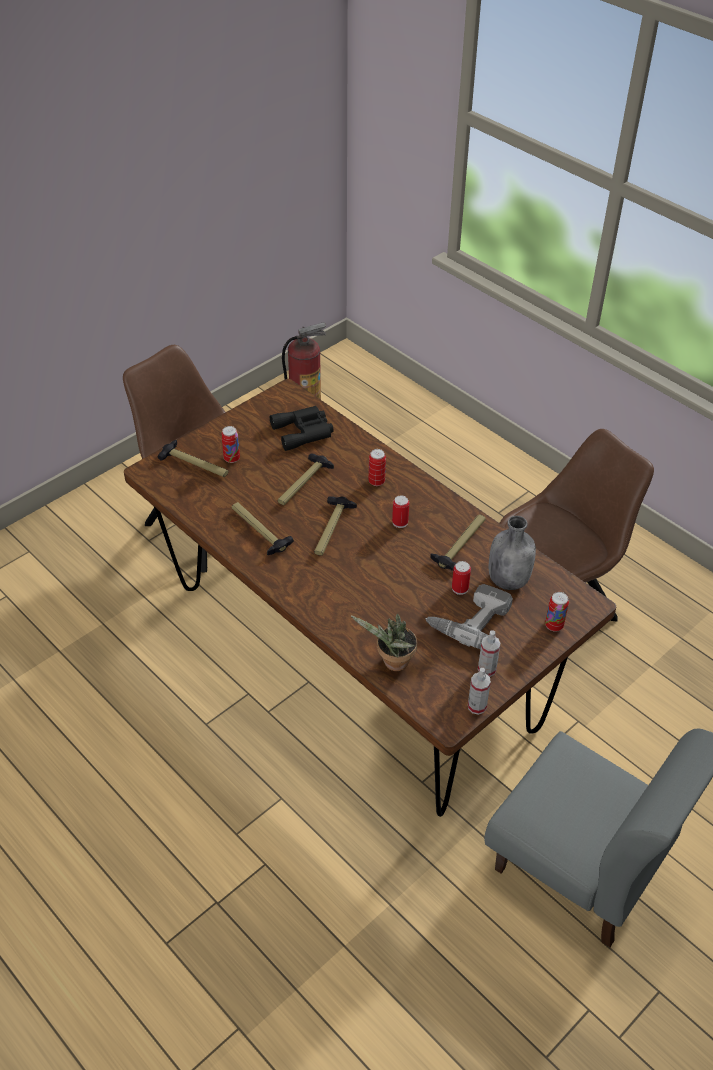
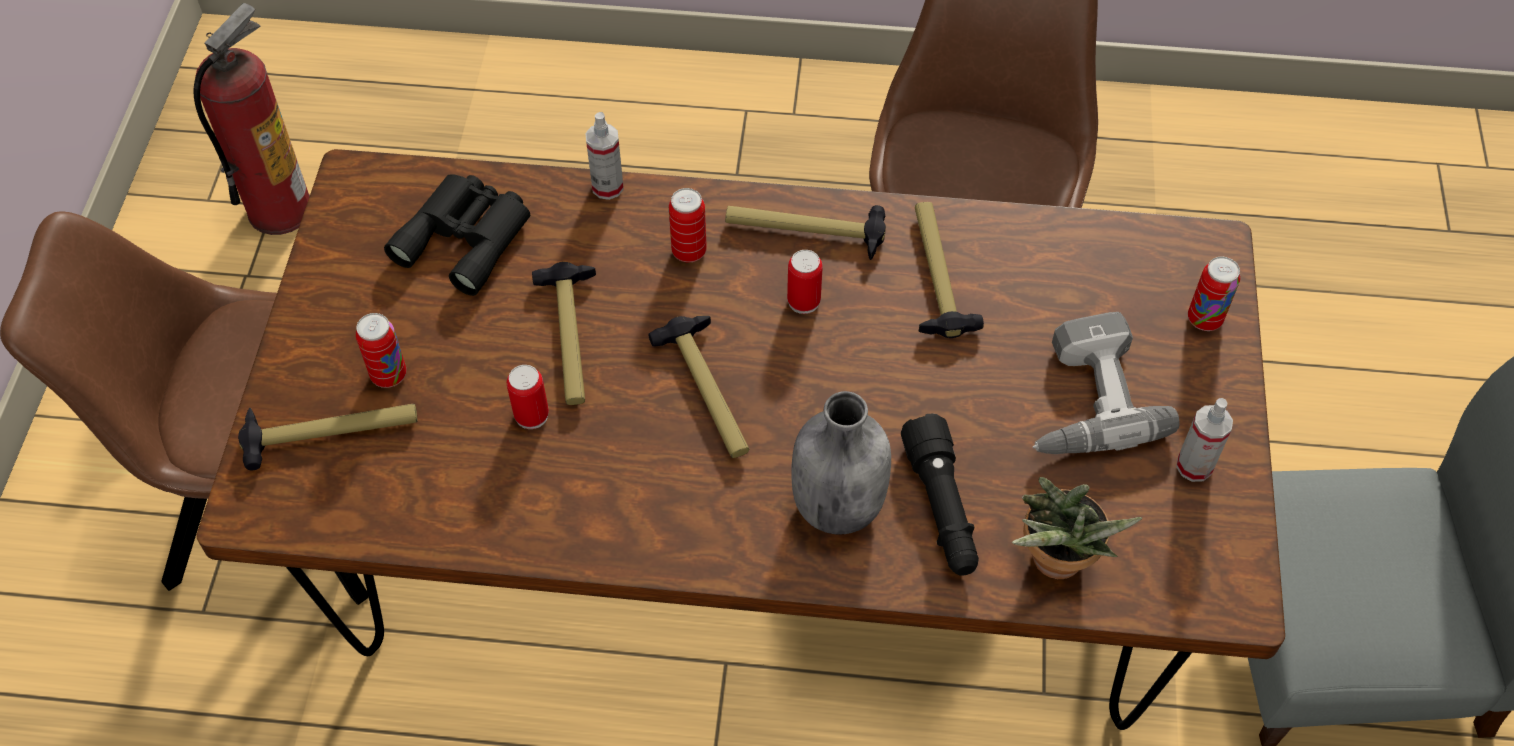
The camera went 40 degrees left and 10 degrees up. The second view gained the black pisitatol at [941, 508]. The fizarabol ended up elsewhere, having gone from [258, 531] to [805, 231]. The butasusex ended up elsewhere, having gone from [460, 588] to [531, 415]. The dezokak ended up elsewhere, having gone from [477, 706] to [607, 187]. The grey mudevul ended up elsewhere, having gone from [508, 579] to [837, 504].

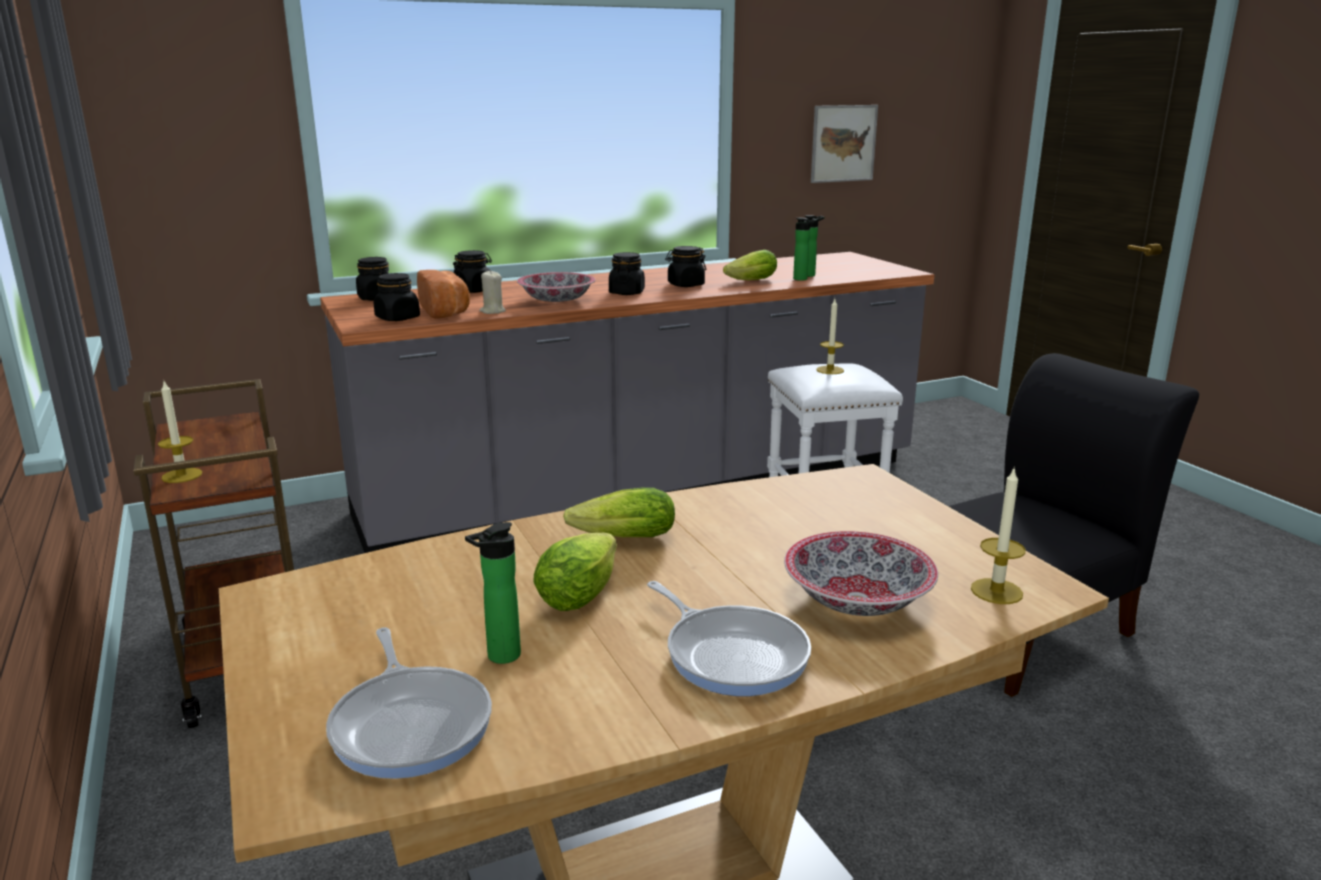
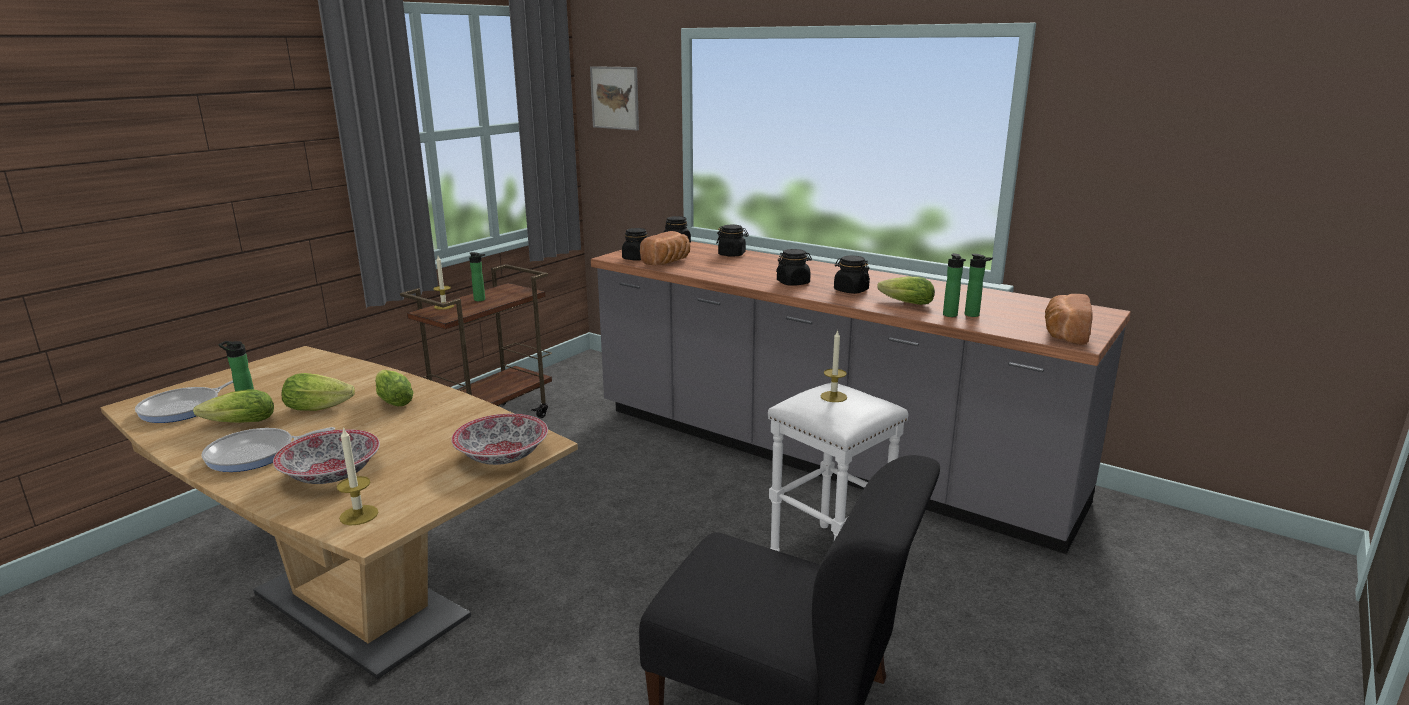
The camera went 60 degrees right and 0 degrees up. The second view lost the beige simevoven at [492, 311]. The second view gained the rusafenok at [237, 424]. The second view gained the mudevul at [481, 300]. The second view gained the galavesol at [1064, 334]. The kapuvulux ended up elsewhere, having gone from [557, 300] to [502, 456]. The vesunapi ended up elsewhere, having gone from [843, 143] to [615, 98]. The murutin at [732, 654] ended up facing another way, 45 degrees clockwise from before.

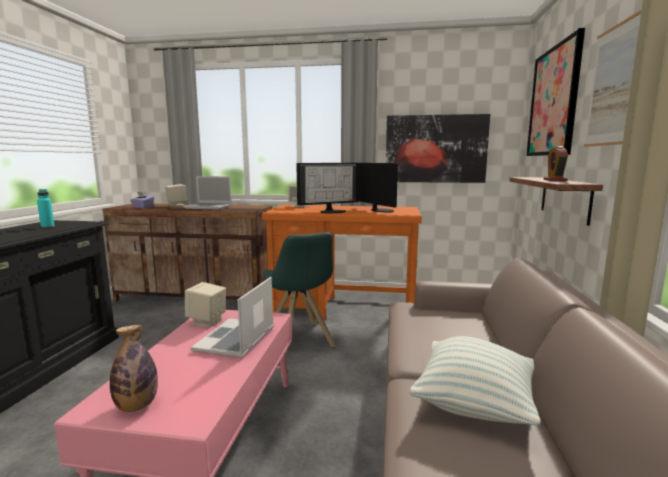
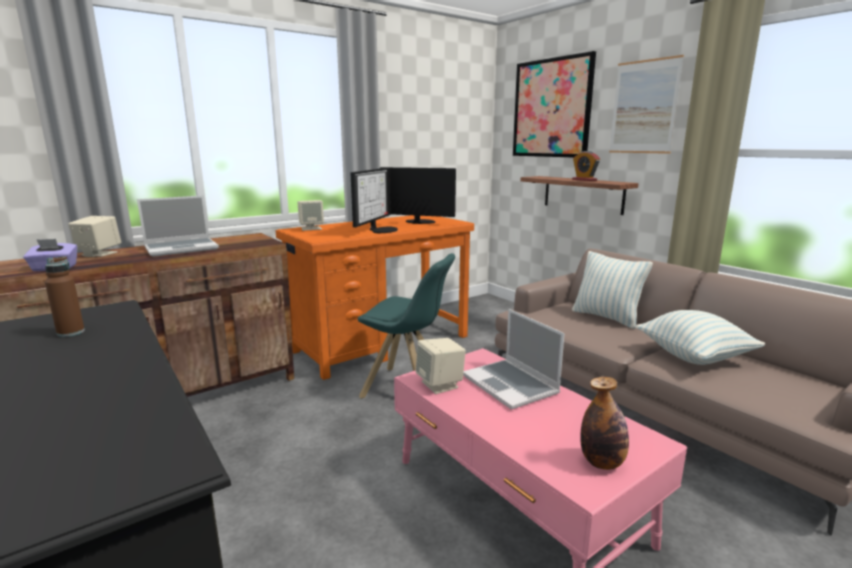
The camera went 45 degrees left and 5 degrees up. The second view lost the vesunapi at [435, 149]. The second view gained the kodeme at [606, 317]. What was the turquoise mudevul at [47, 226] turned into the brown mudevul at [71, 332].

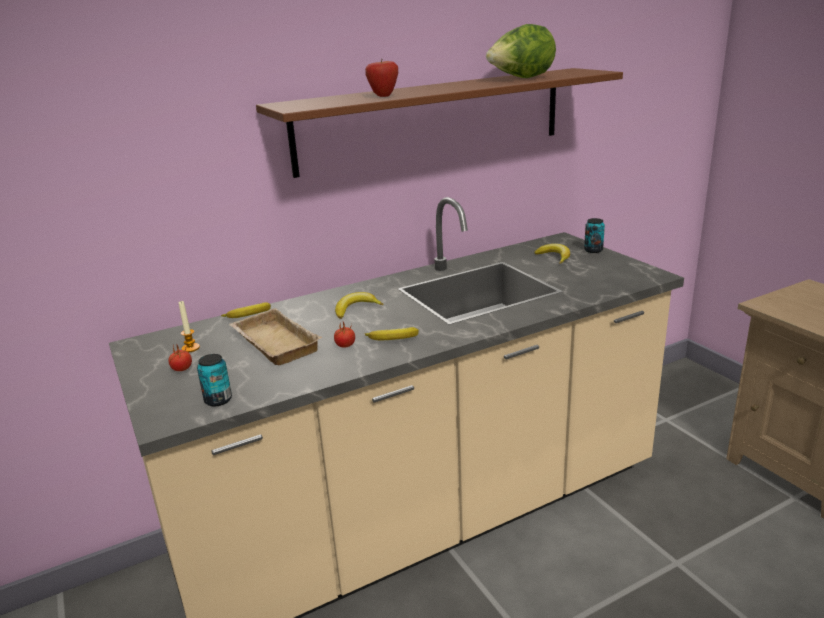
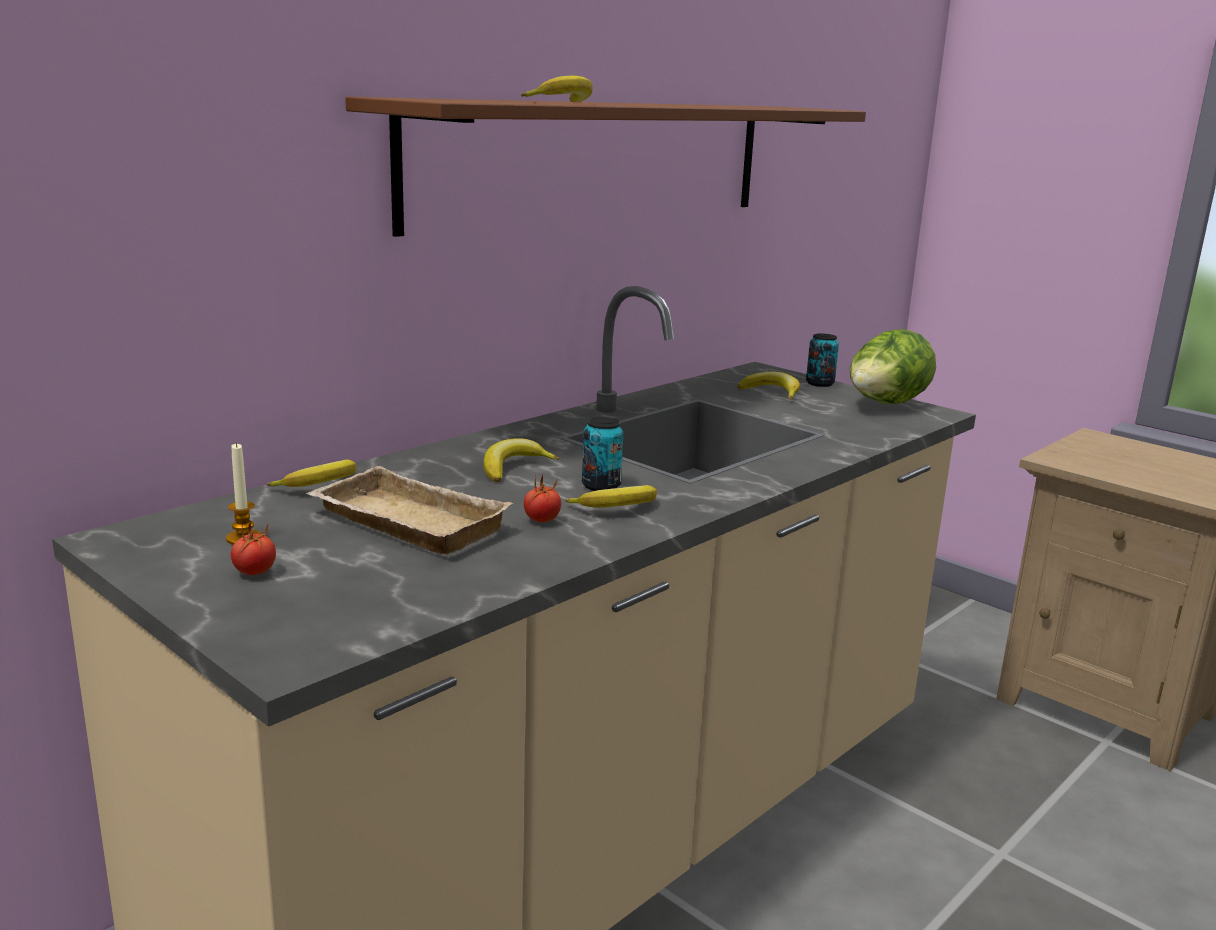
The camera went 20 degrees left and 5 degrees down. The butasusex ended up elsewhere, having gone from [218, 400] to [601, 486]. The rusafenok ended up elsewhere, having gone from [520, 79] to [885, 405]. Where the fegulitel stood at [383, 96], the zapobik came to stand at [565, 102].

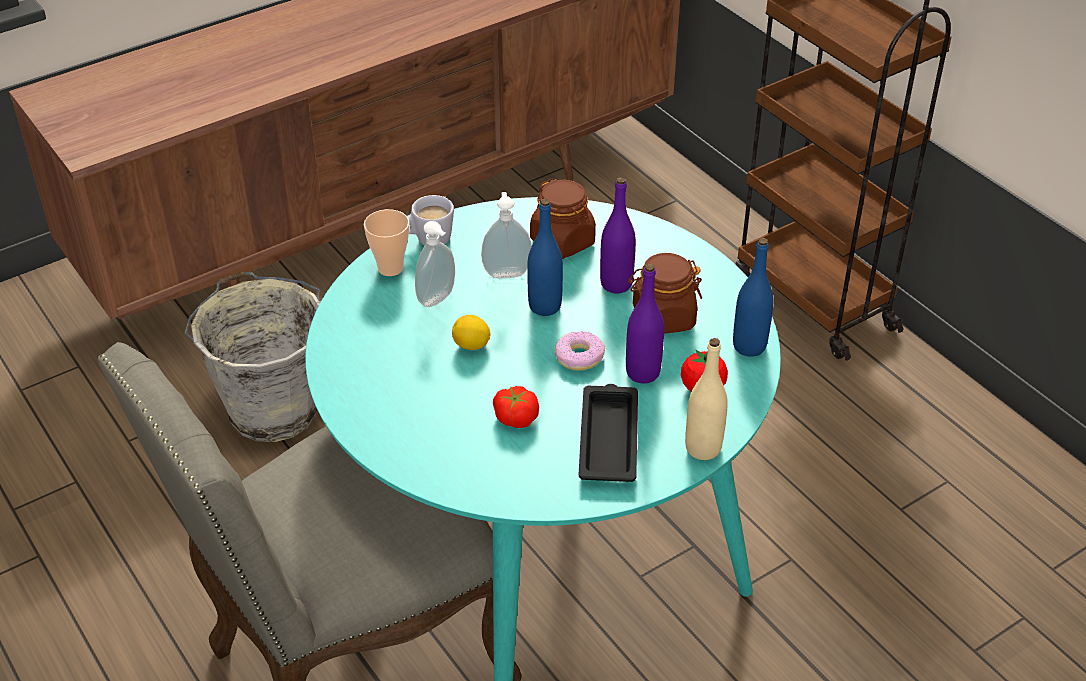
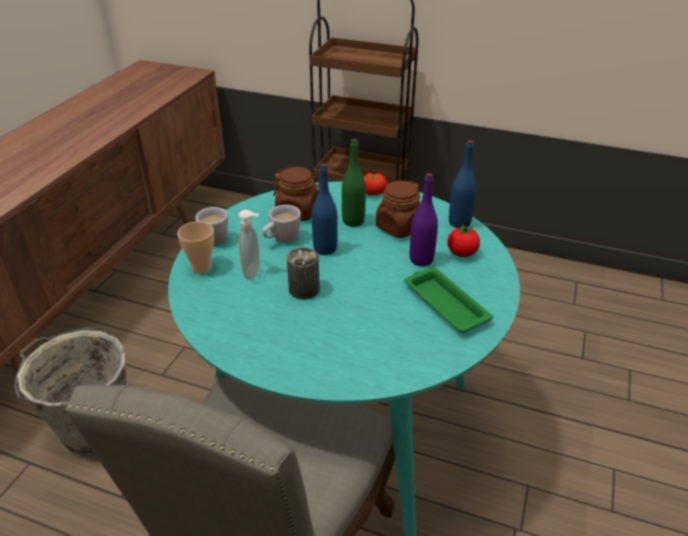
The camera went 35 degrees left and 5 degrees down. The second view lost the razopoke at [579, 357]. The second view lost the beige mudevul at [703, 448]. The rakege ended up elsewhere, having gone from [516, 417] to [372, 191]. Where the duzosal stood at [471, 346], the butasusex came to stand at [304, 289]. Where the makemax stood at [506, 272], the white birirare came to stand at [281, 240]. What was the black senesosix at [608, 438] turned into the green senesosix at [444, 303]. What was the purple mudevul at [616, 284] turned into the green mudevul at [353, 221].

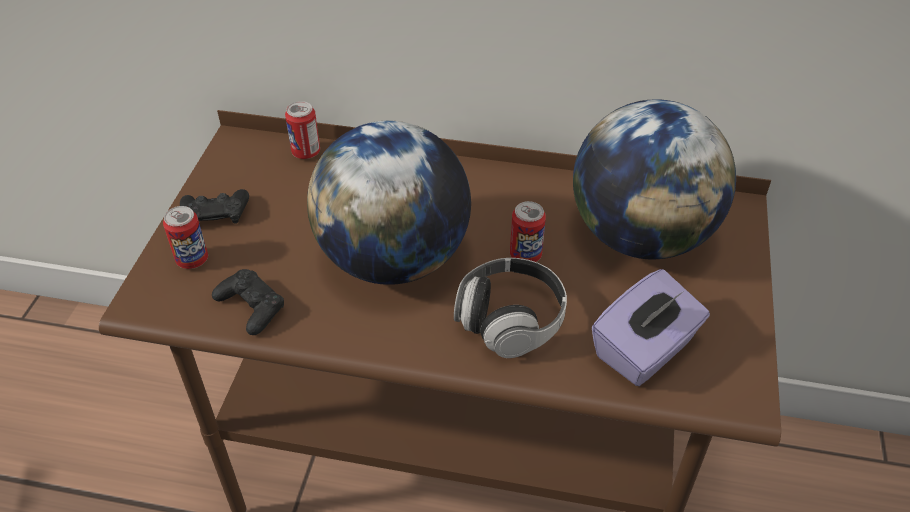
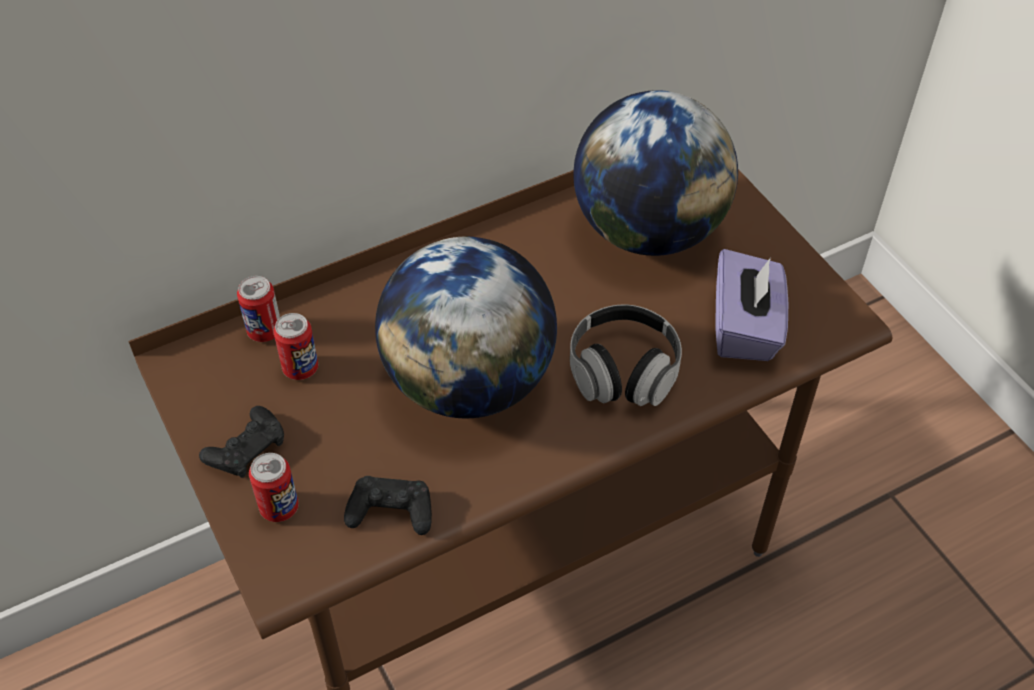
The camera went 40 degrees left and 5 degrees up. The butasusex ended up elsewhere, having gone from [525, 255] to [300, 368].

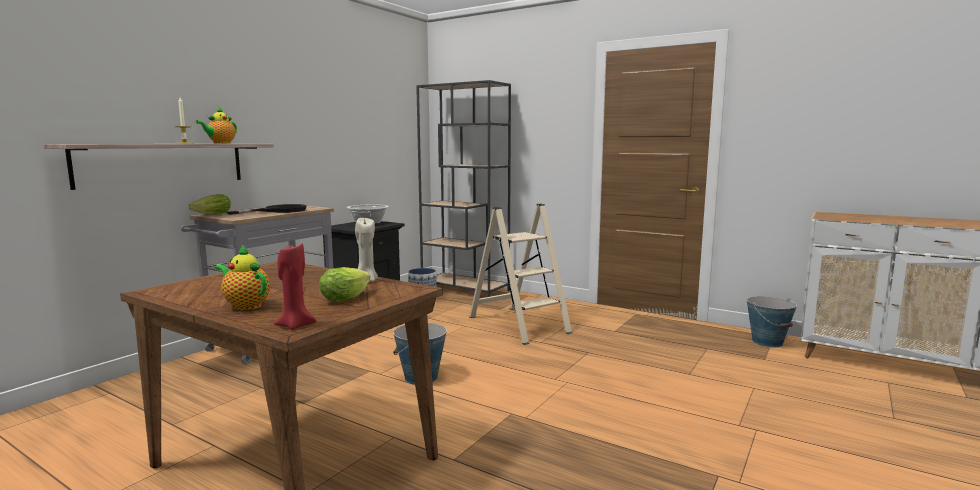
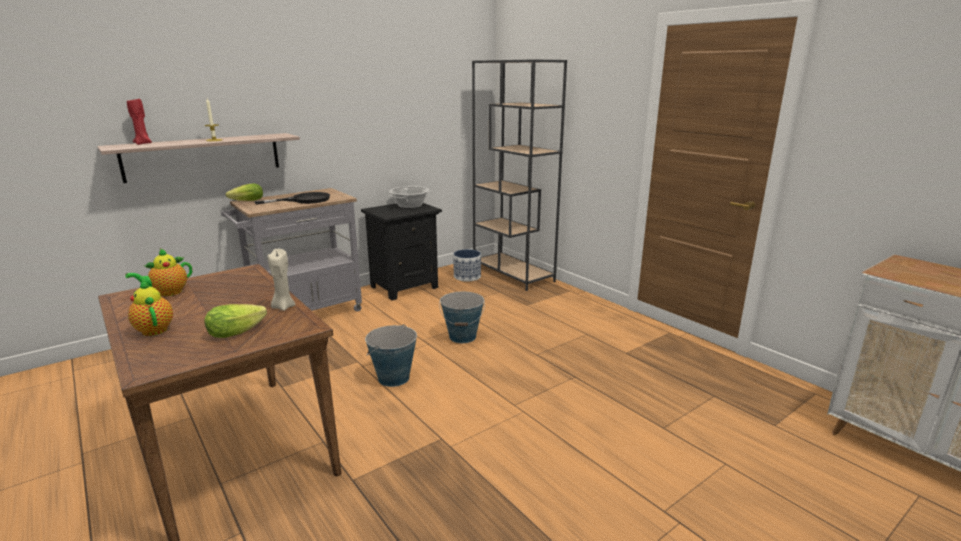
The camera went 20 degrees right and 10 degrees up. The second view lost the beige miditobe at [517, 324]. The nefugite ended up elsewhere, having gone from [220, 143] to [167, 293]. The red simevoven ended up elsewhere, having gone from [295, 325] to [143, 143]. The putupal ended up elsewhere, having gone from [767, 342] to [462, 337].

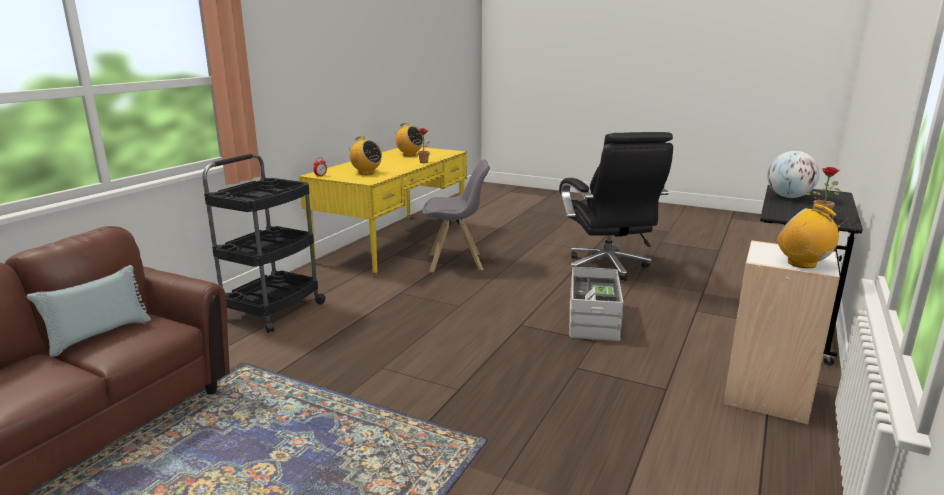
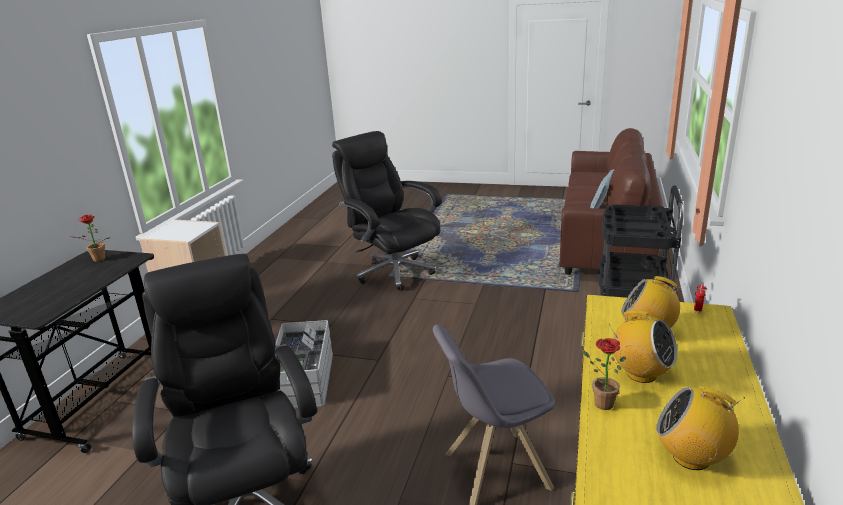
The camera went 170 degrees right and 5 degrees up. The second view lost the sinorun at [789, 197]. The second view gained the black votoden at [393, 272]. The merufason ended up elsewhere, having gone from [802, 263] to [640, 374].

